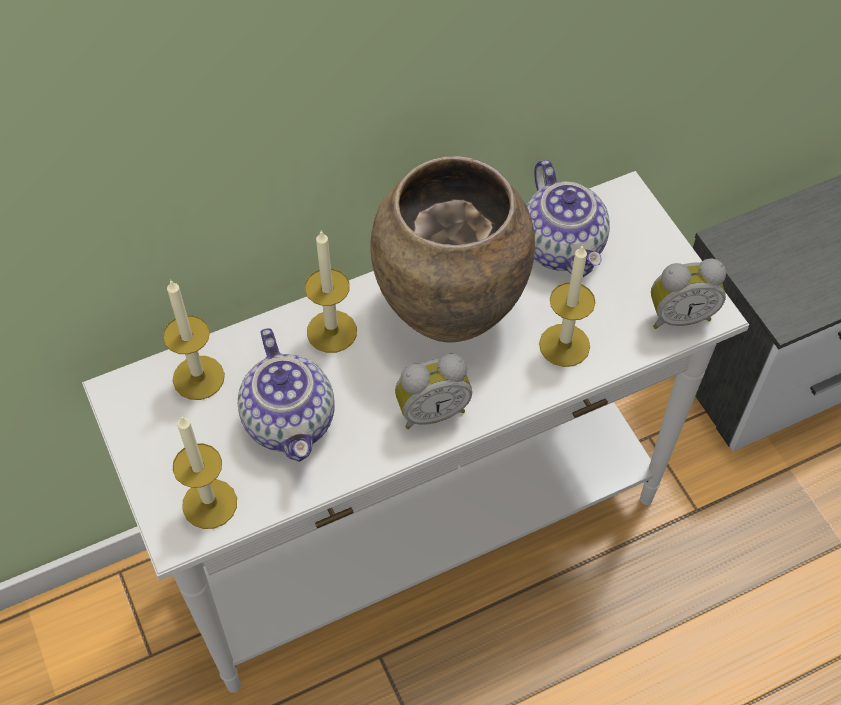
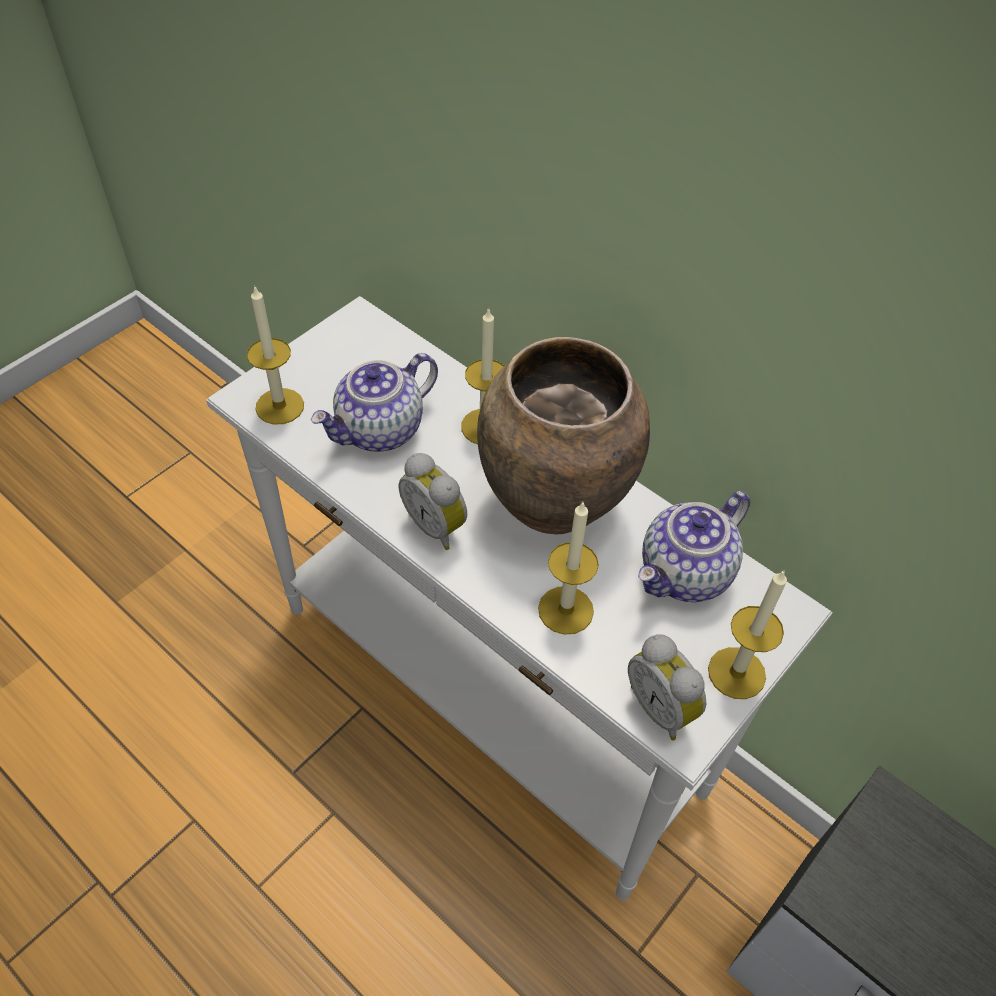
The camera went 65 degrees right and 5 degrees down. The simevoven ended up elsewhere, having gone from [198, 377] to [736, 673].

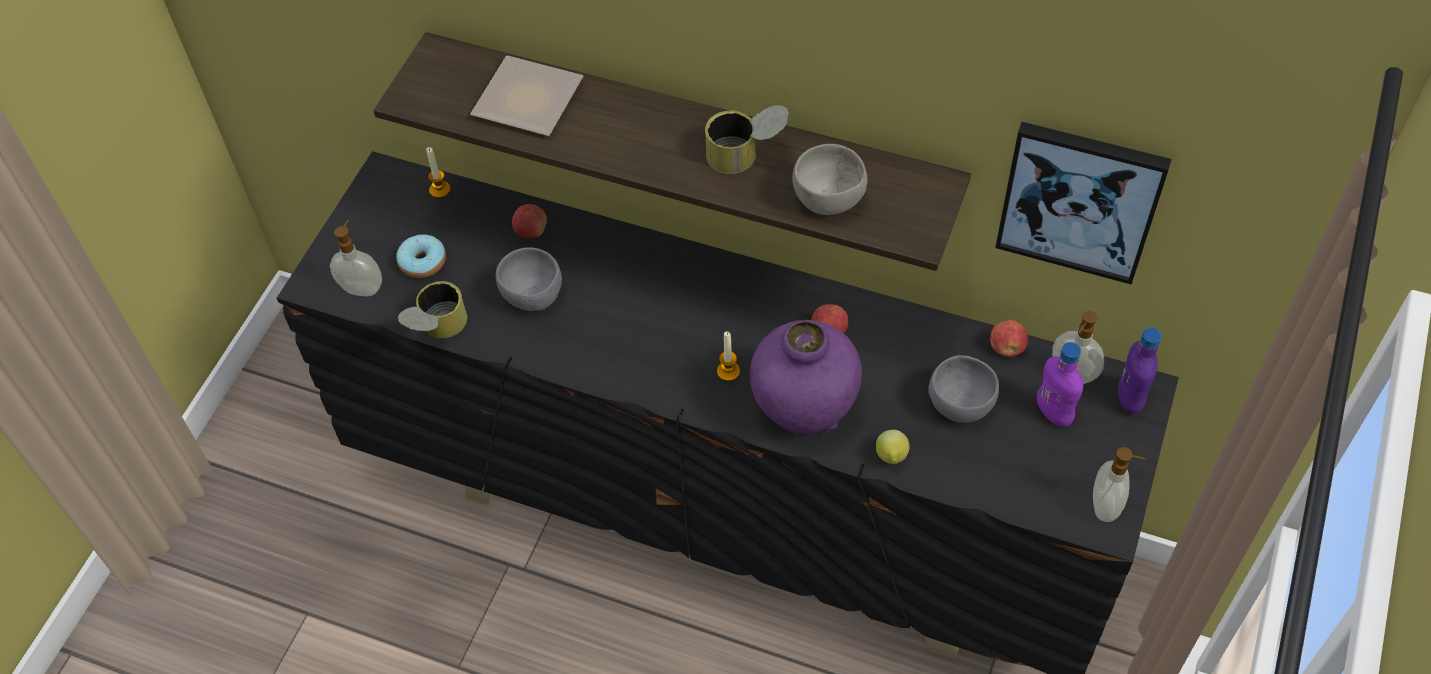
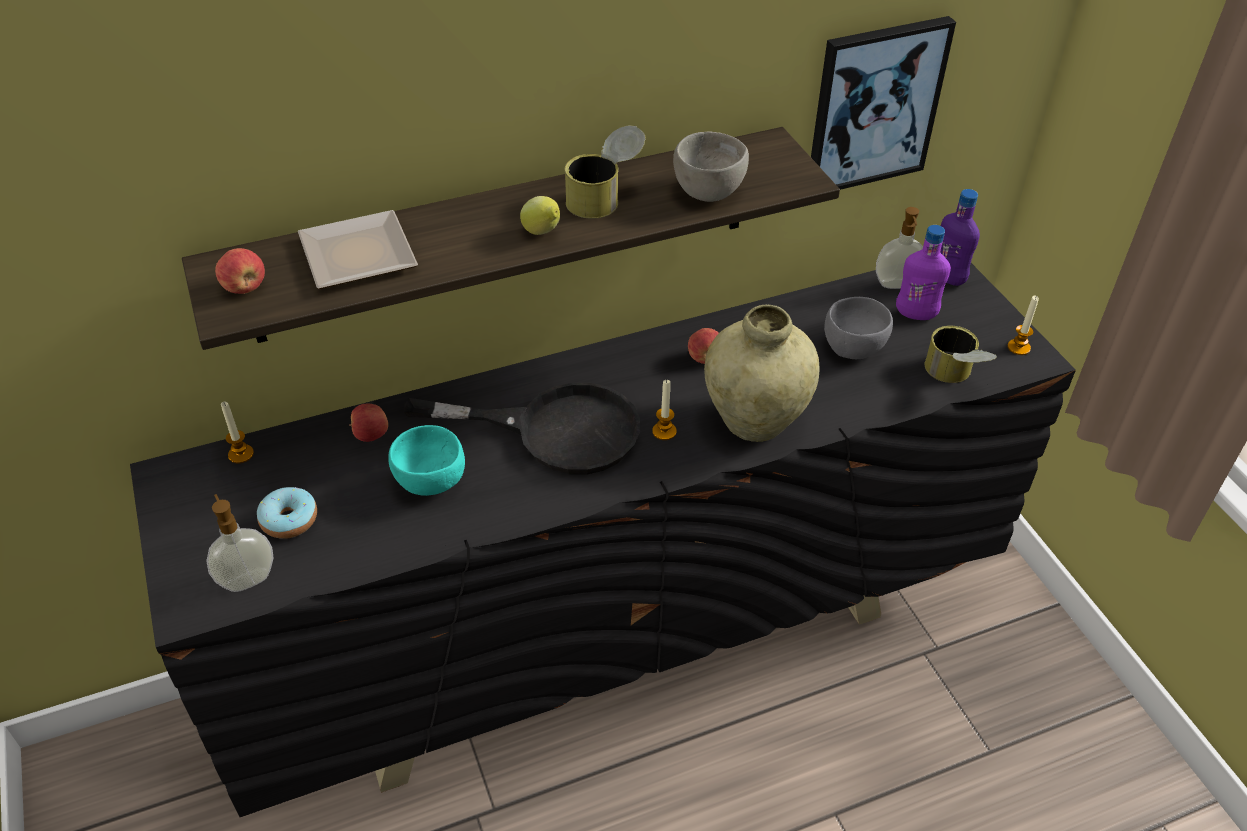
The camera went 45 degrees left and 10 degrees down. The second view gained the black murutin at [555, 430]. The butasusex ended up elsewhere, having gone from [436, 330] to [954, 377]. The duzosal ended up elsewhere, having gone from [891, 458] to [542, 233]. The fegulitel ended up elsewhere, having gone from [1007, 348] to [245, 287]. Where the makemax stood at [1106, 506], the simevoven came to stand at [1018, 347]. What was the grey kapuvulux at [532, 298] turned into the turquoise kapuvulux at [432, 483]. What was the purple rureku at [804, 412] turned into the beige rureku at [754, 421].

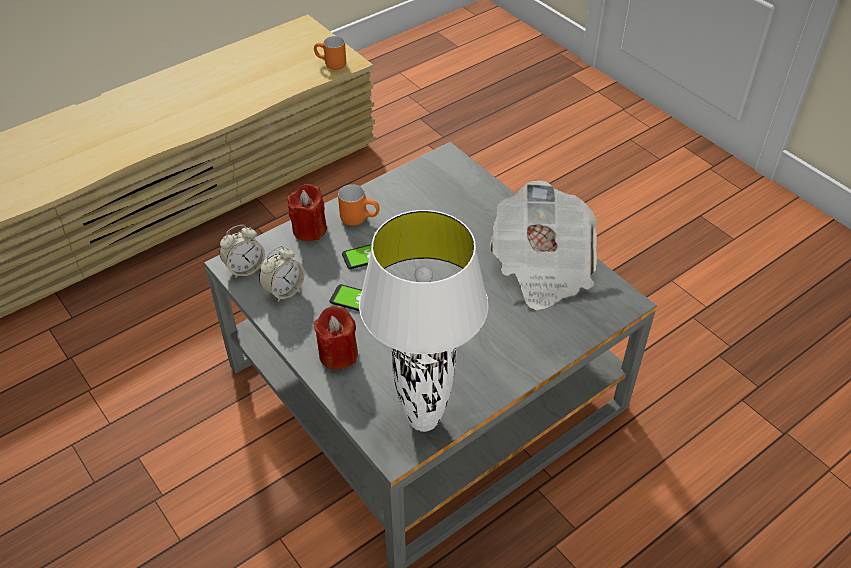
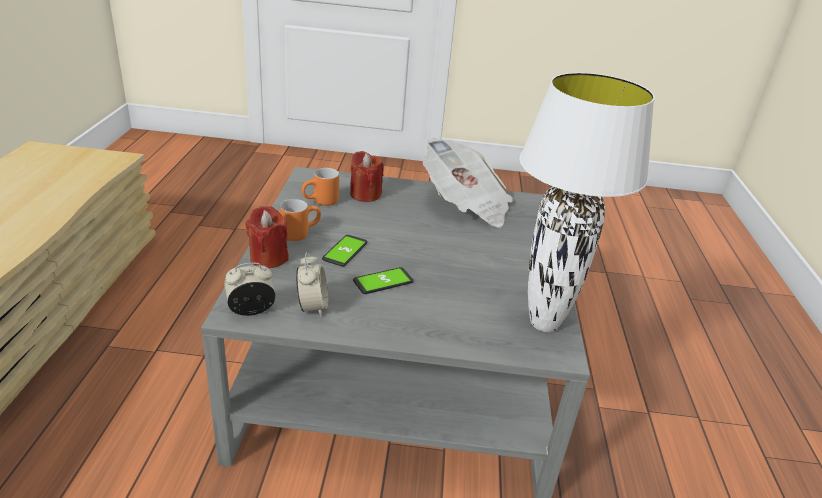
The camera went 50 degrees left and 15 degrees down. The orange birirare ended up elsewhere, having gone from [330, 65] to [321, 203]. The red simevoven ended up elsewhere, having gone from [338, 354] to [365, 194]. The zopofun at [245, 268] ended up facing another way, 120 degrees counterclockwise from before.

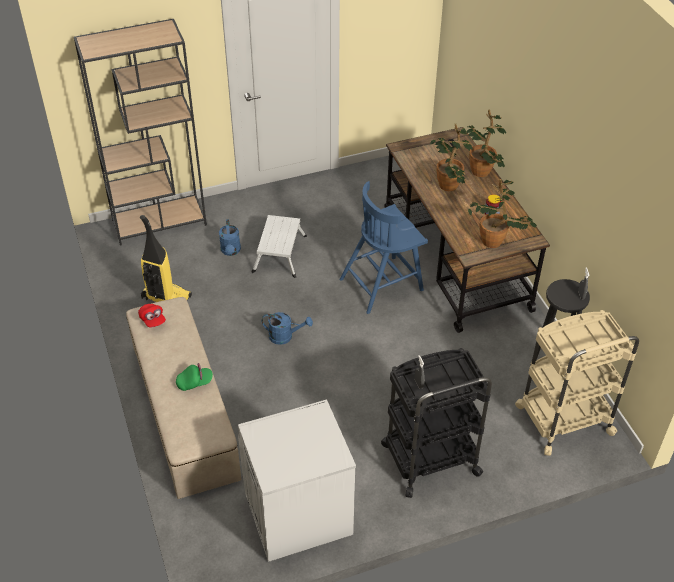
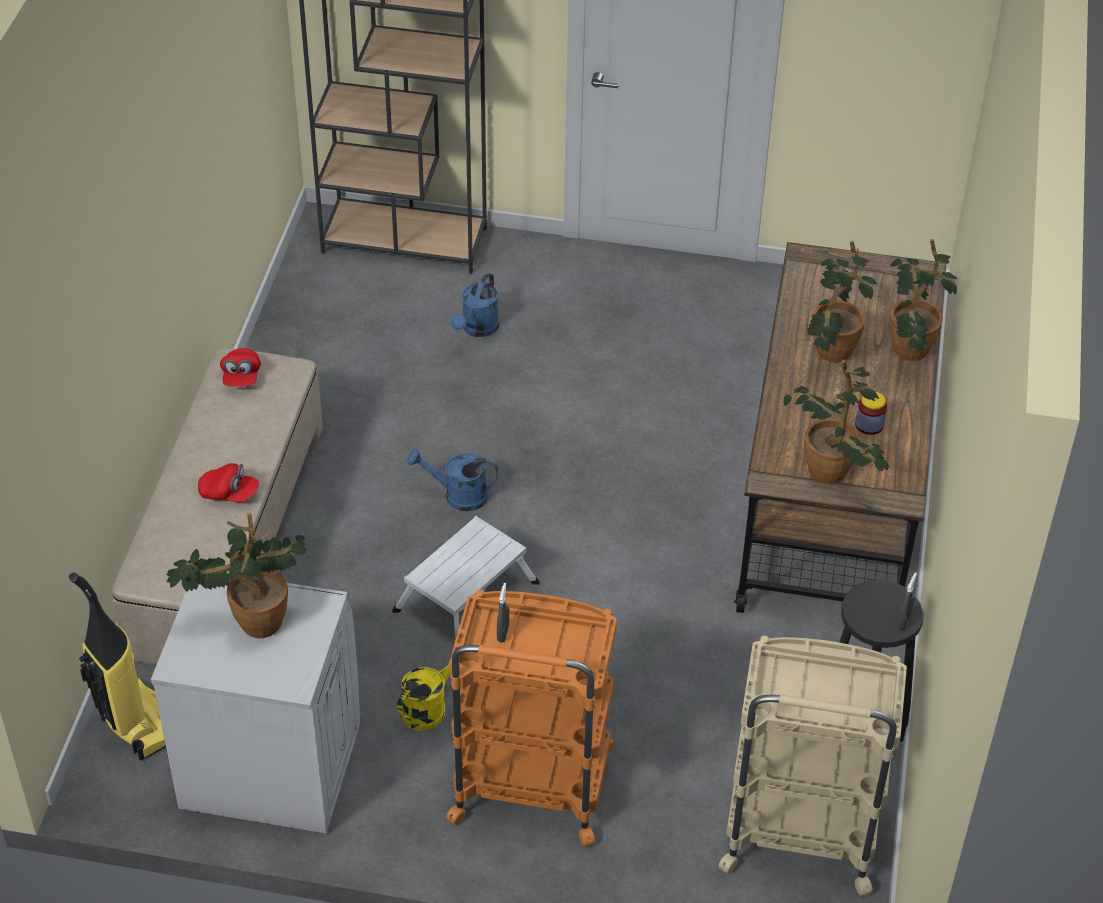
The camera went 30 degrees right and 0 degrees up. The second view lost the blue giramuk at [383, 283]. The second view gained the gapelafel at [250, 621]. The second view gained the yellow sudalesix at [430, 706]. The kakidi ended up elsewhere, having gone from [165, 298] to [137, 722]. The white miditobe ended up elsewhere, having gone from [279, 253] to [467, 596]. What was the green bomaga at [194, 382] turned into the red bomaga at [229, 493]. What was the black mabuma at [430, 458] turned into the orange mabuma at [532, 783]. The blue sudalesix at [285, 336] ended up facing another way, 150 degrees clockwise from before.

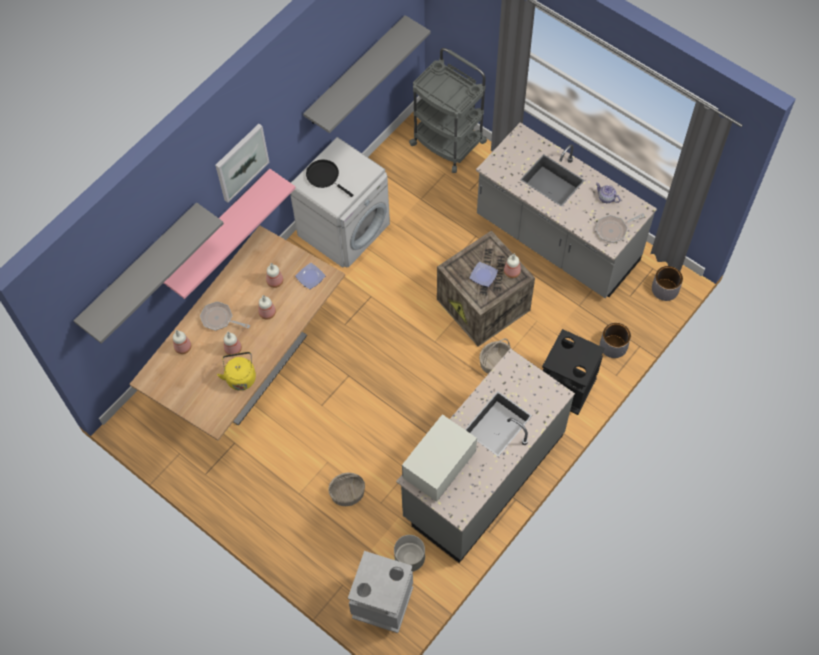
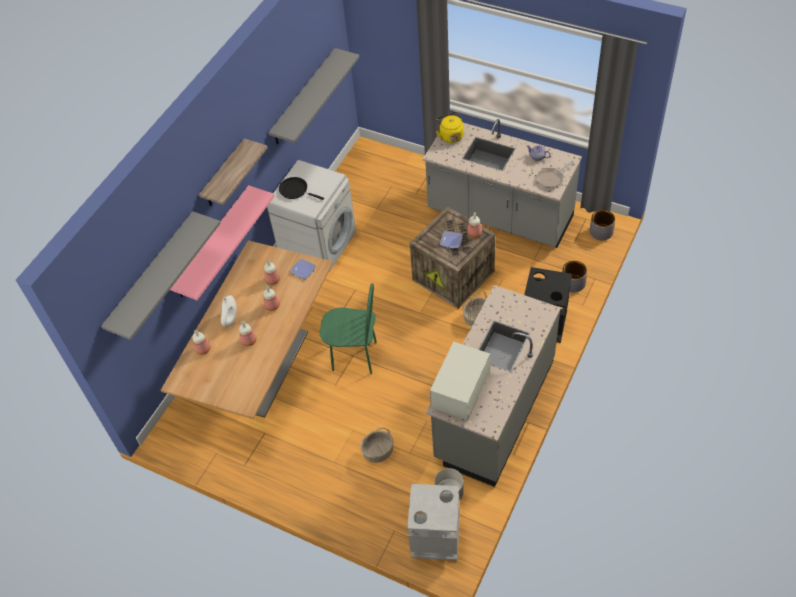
The camera went 10 degrees left and 10 degrees down. The second view lost the grey mabuma at [447, 143]. The second view gained the green giramuk at [354, 356]. The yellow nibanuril ended up elsewhere, having gone from [240, 377] to [450, 135]. Where the murutin stood at [219, 319], the white rureku came to stand at [231, 319]. Where the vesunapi hung at [241, 162], the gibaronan came to hang at [224, 174].

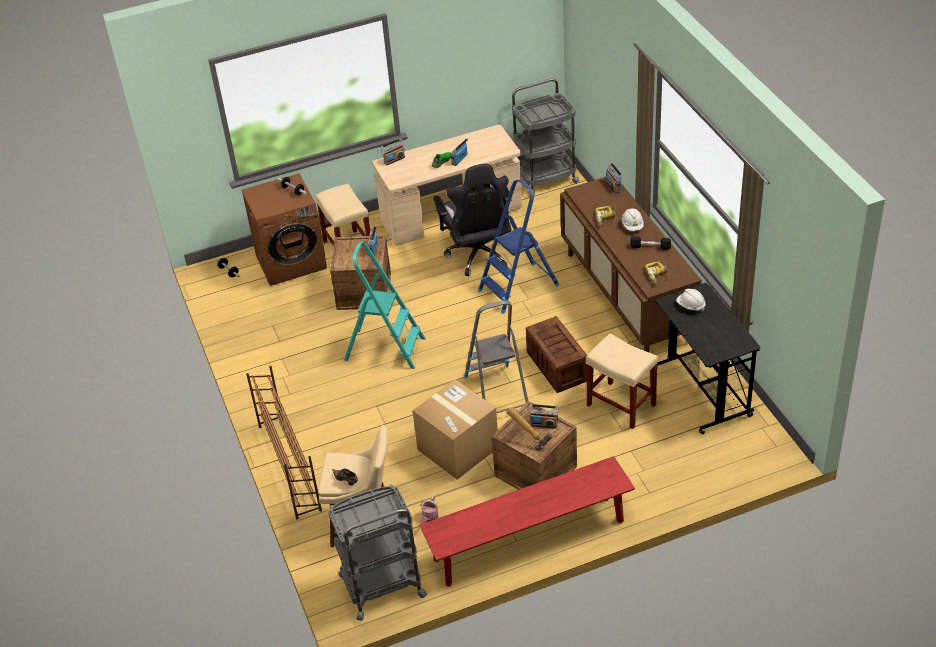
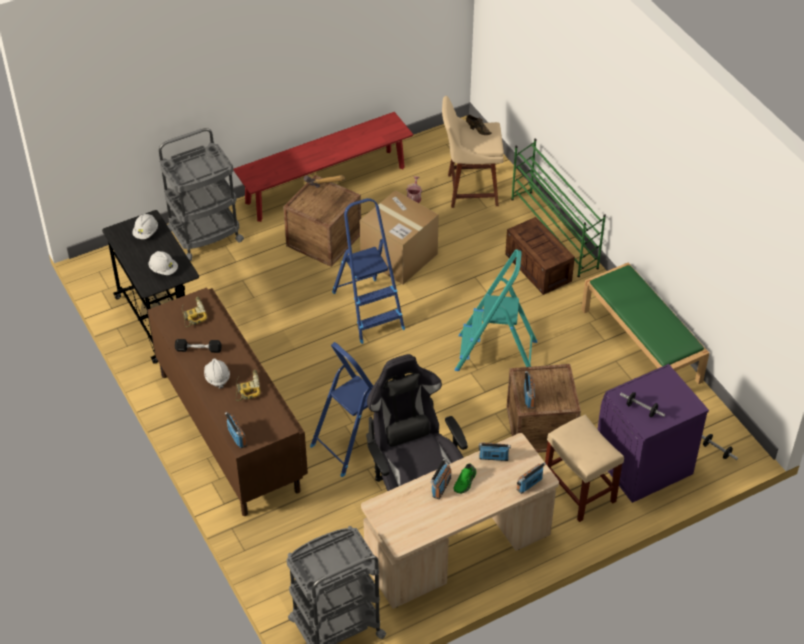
The camera went 170 degrees right and 5 degrees up. The second view lost the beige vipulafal at [620, 404]. The second view gained the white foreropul at [146, 232]. The second view gained the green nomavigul at [641, 345]. The grey mabuma ended up elsewhere, having gone from [382, 585] to [205, 235]. The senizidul ended up elsewhere, having gone from [556, 366] to [539, 268]. The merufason ended up elsewhere, having gone from [544, 424] to [493, 457]. What was the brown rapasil at [291, 263] turned into the purple rapasil at [643, 465]. What was the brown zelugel at [289, 466] turned into the green zelugel at [554, 234]. What was the grey miditobe at [496, 394] turned into the blue miditobe at [368, 310].

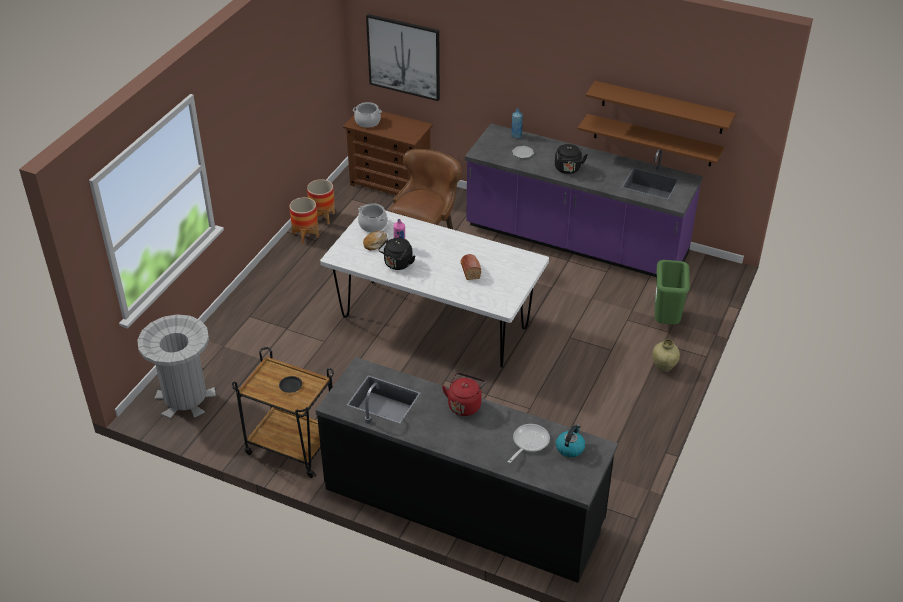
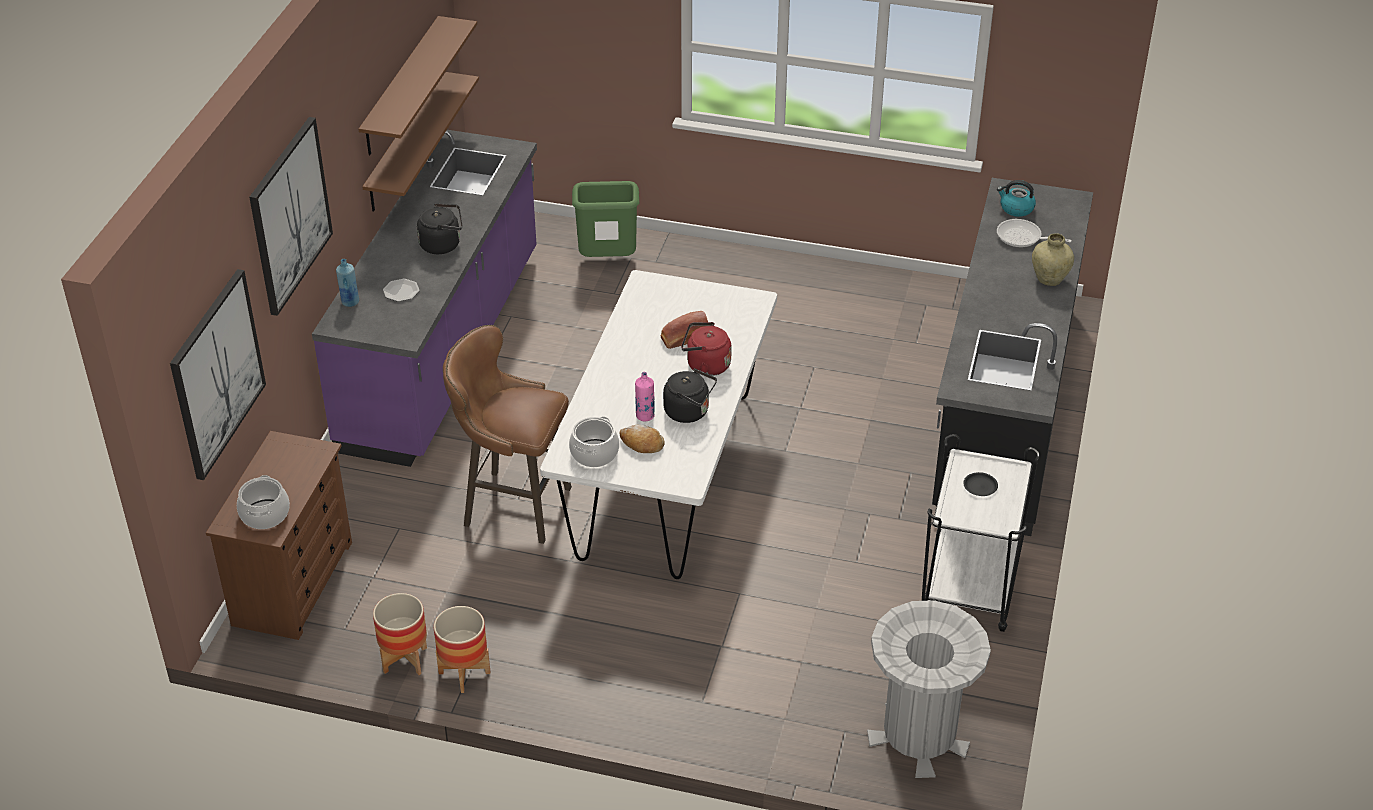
The camera went 100 degrees left and 0 degrees up. The second view gained the vesunapi at [289, 215]. The red nibanuril ended up elsewhere, having gone from [465, 405] to [705, 365]. The beige rureku ended up elsewhere, having gone from [663, 367] to [1049, 280]. What was the brown mabuma at [291, 446] turned into the white mabuma at [969, 586].

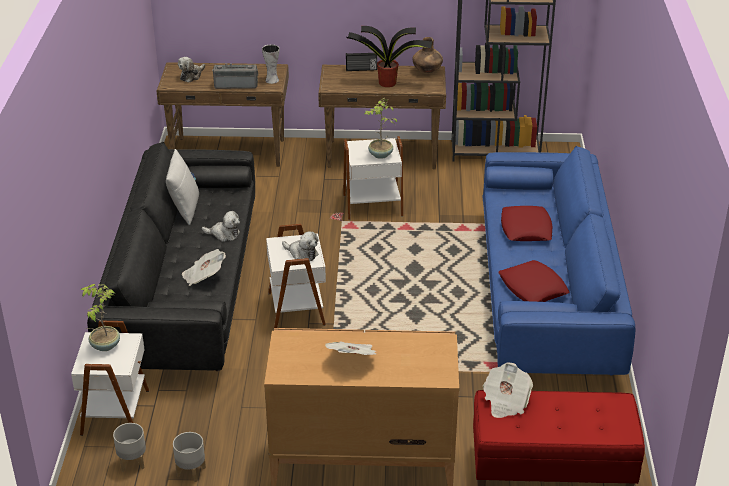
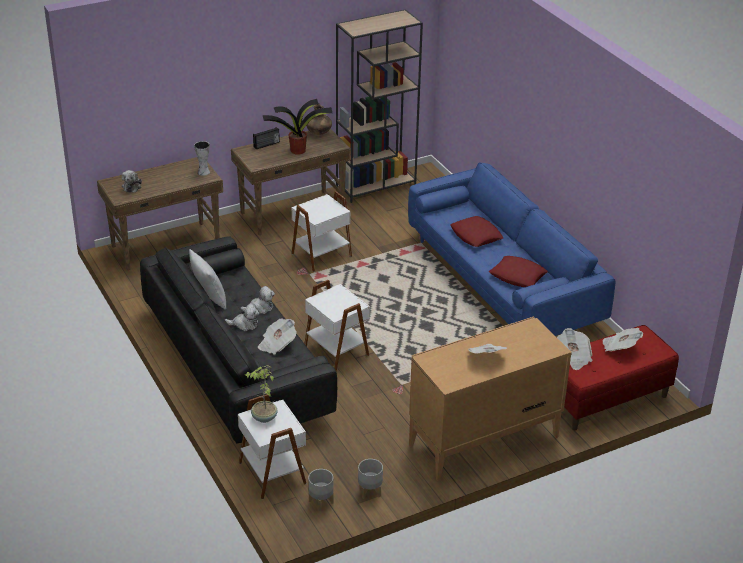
The camera went 30 degrees left and 0 degrees up. The second view lost the merufason at [236, 84]. The second view lost the gapelafel at [380, 155]. The second view gained the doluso at [620, 347]. The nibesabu ended up elsewhere, having gone from [302, 254] to [244, 324].

